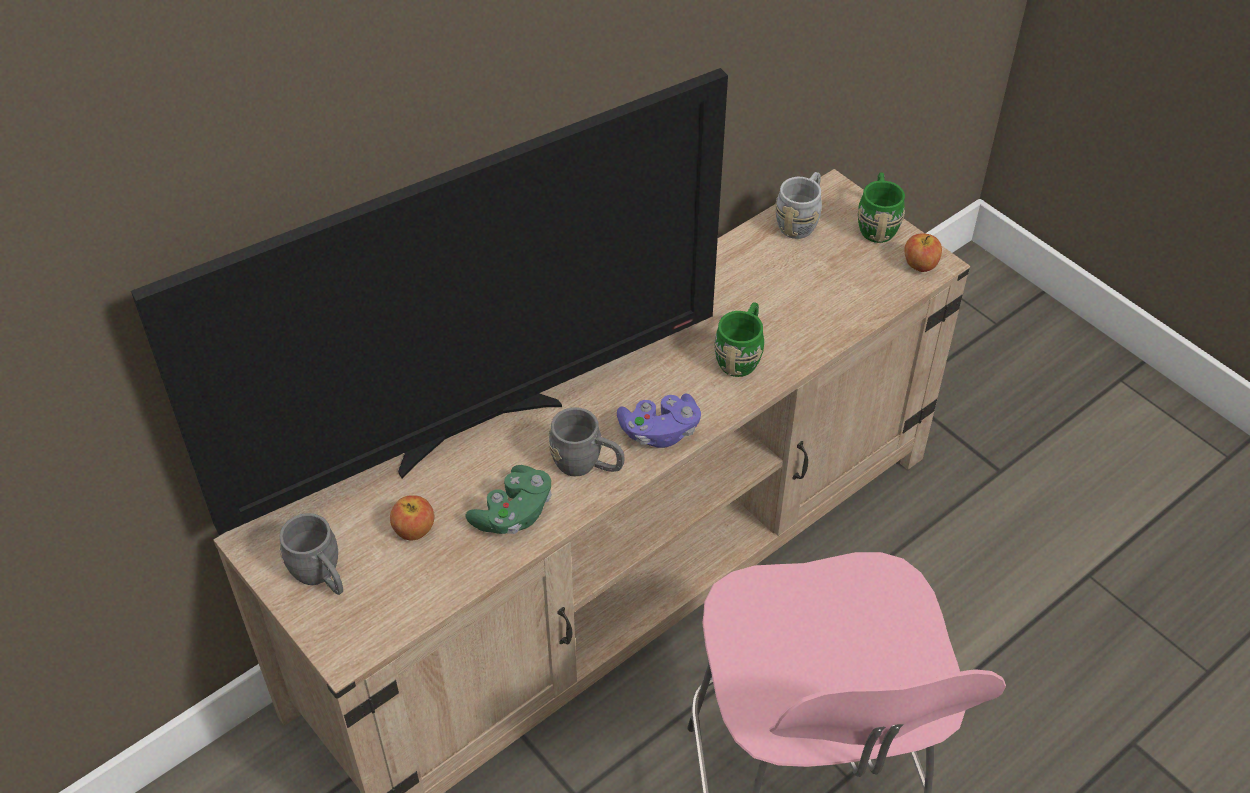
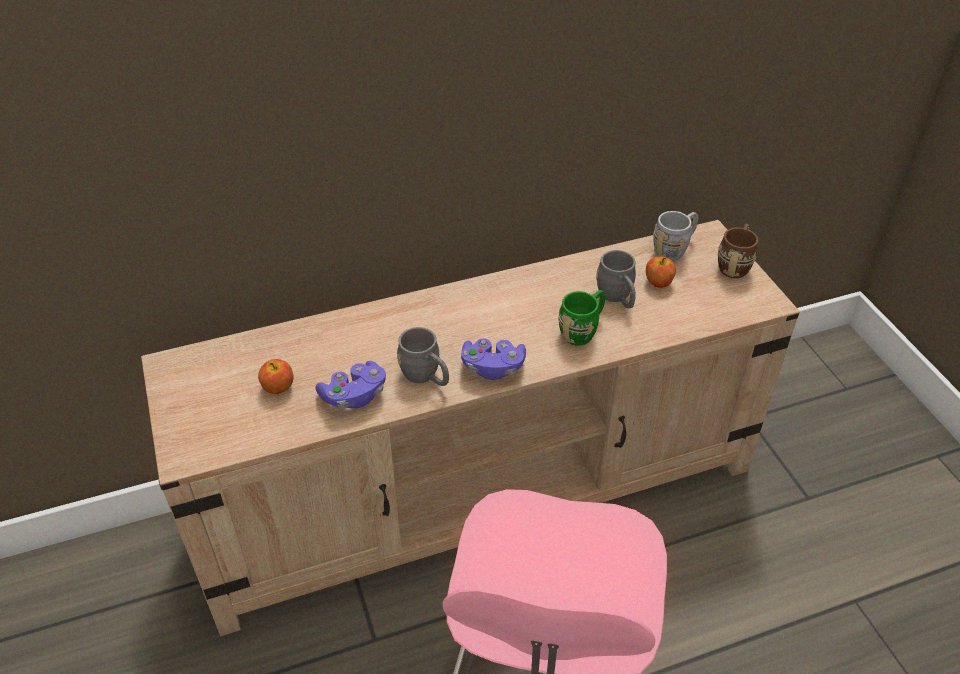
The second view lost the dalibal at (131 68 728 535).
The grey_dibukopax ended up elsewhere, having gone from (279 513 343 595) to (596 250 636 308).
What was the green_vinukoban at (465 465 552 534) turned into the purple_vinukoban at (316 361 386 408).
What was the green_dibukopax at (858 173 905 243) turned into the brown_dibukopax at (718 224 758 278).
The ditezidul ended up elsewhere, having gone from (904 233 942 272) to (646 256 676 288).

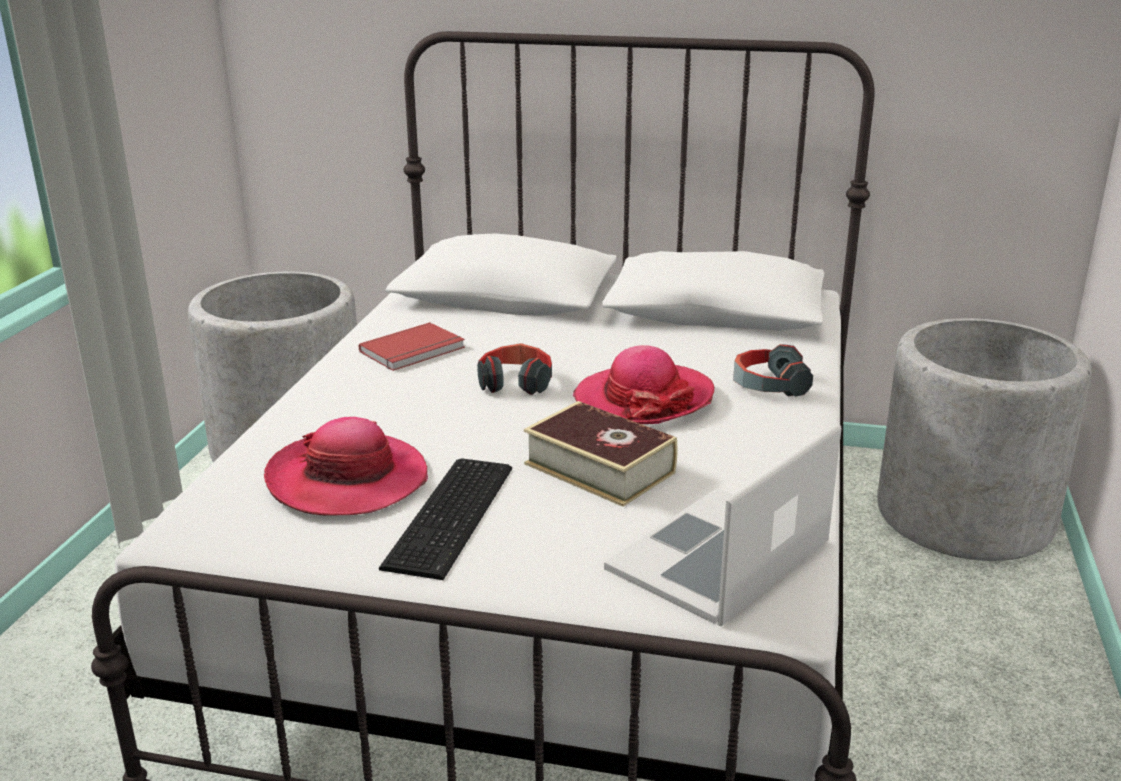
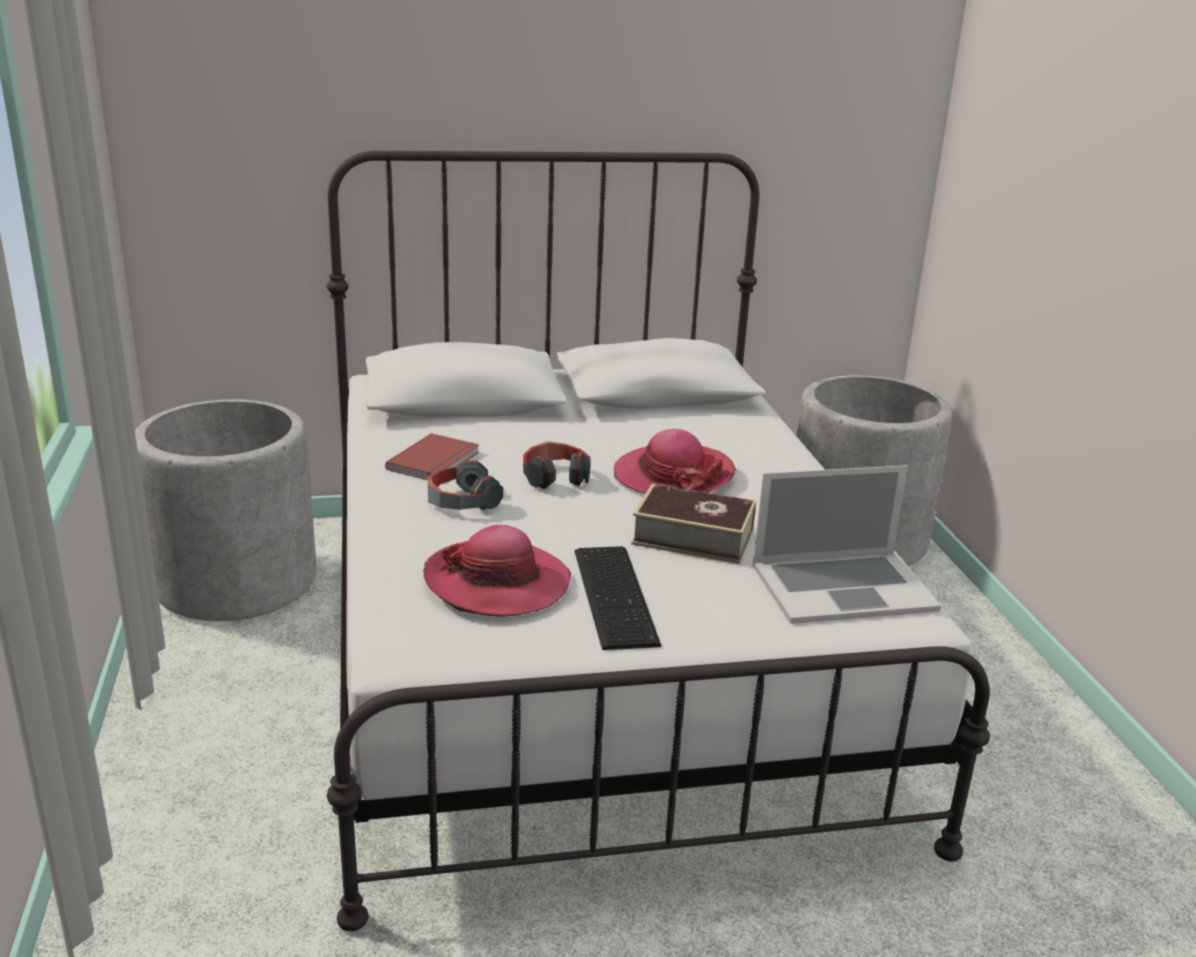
The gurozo at (604 424 841 626) ended up facing another way, 120 degrees counterclockwise from before.
The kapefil ended up elsewhere, having gone from (733 344 813 397) to (428 461 503 510).

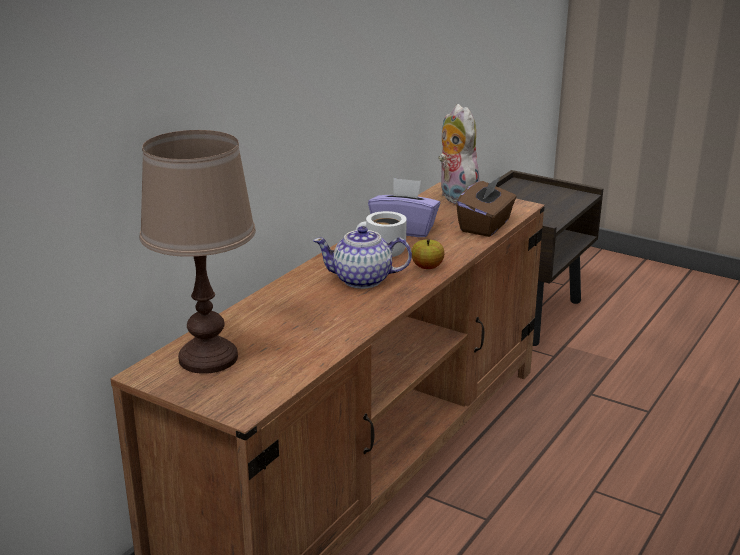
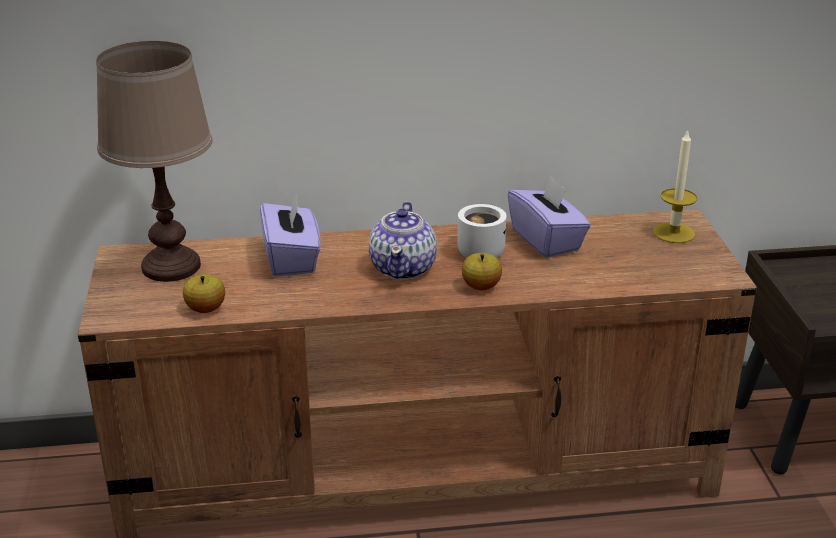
The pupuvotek at (313 226 412 289) ended up facing another way, 135 degrees counterclockwise from before.
Where the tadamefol stood at (438 104 480 204), the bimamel came to stand at (653 130 697 243).
The second view lost the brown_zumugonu at (456 176 517 237).
The second view gained the ditezidul at (183 274 225 313).
The second view gained the purple_zumugonu at (260 193 320 277).

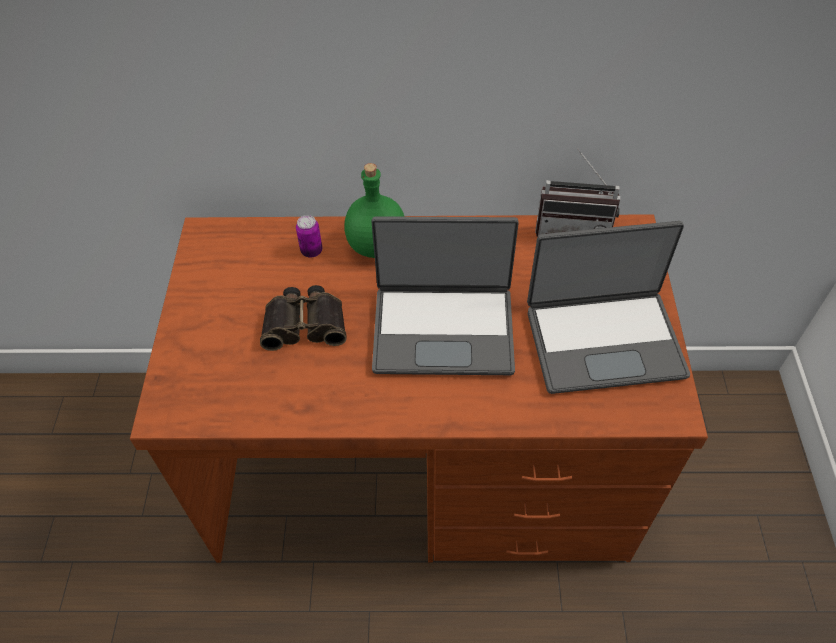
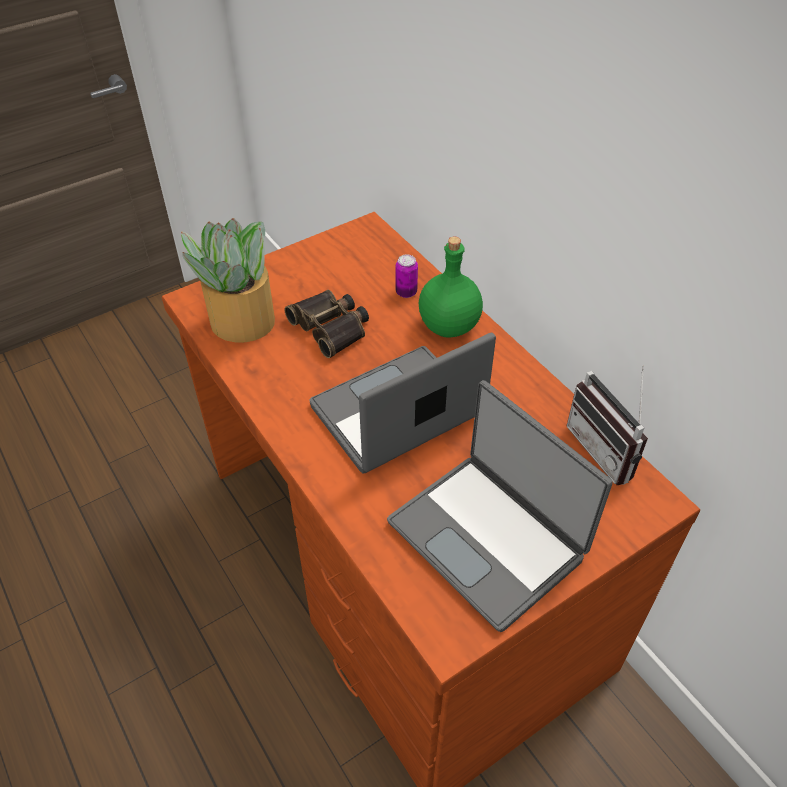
The gurozo at (372 216 519 375) ended up facing another way, 90 degrees clockwise from before.
The second view gained the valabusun at (181 218 275 342).

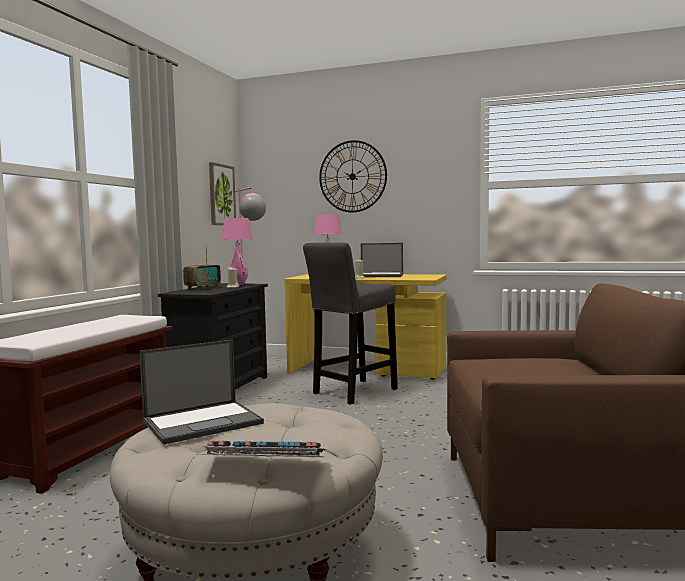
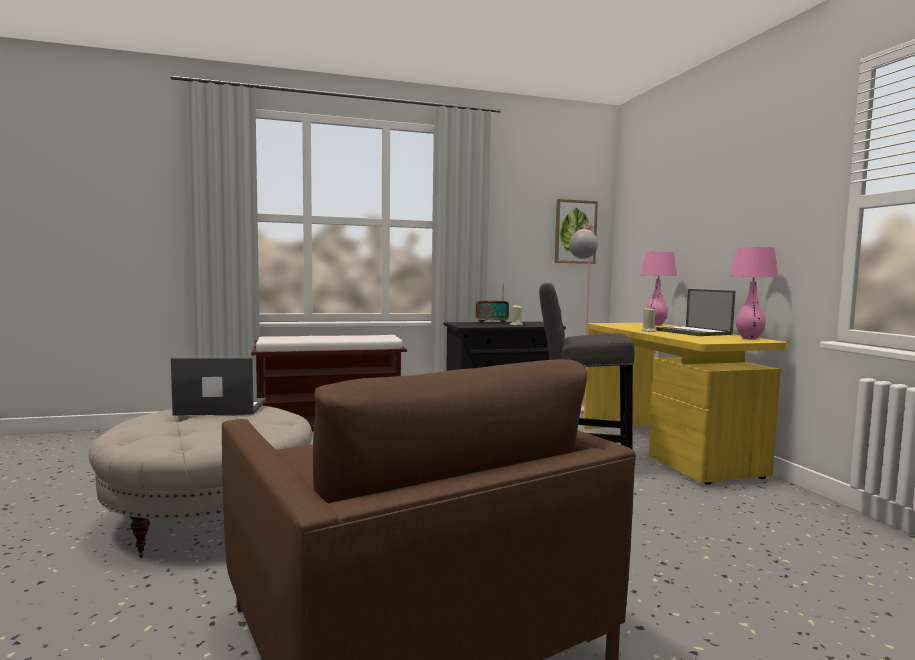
The gurozo at (140 340 264 445) ended up facing another way, 150 degrees clockwise from before.
The second view lost the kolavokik at (198 440 326 457).
The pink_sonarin ended up elsewhere, having gone from (221 218 253 285) to (730 247 778 339).
The second view lost the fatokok at (319 140 387 212).

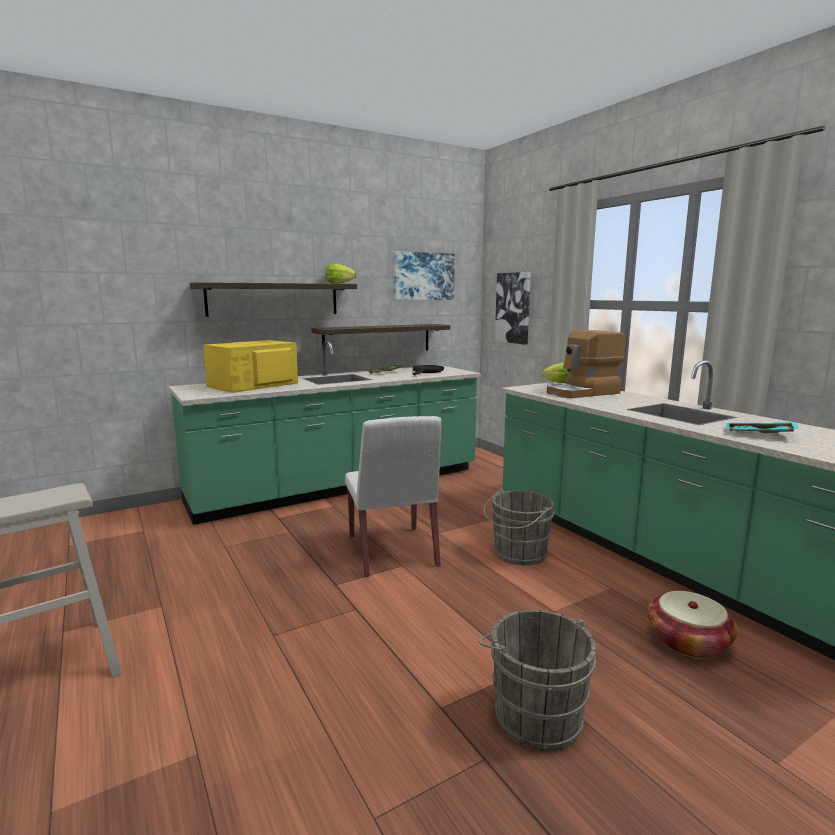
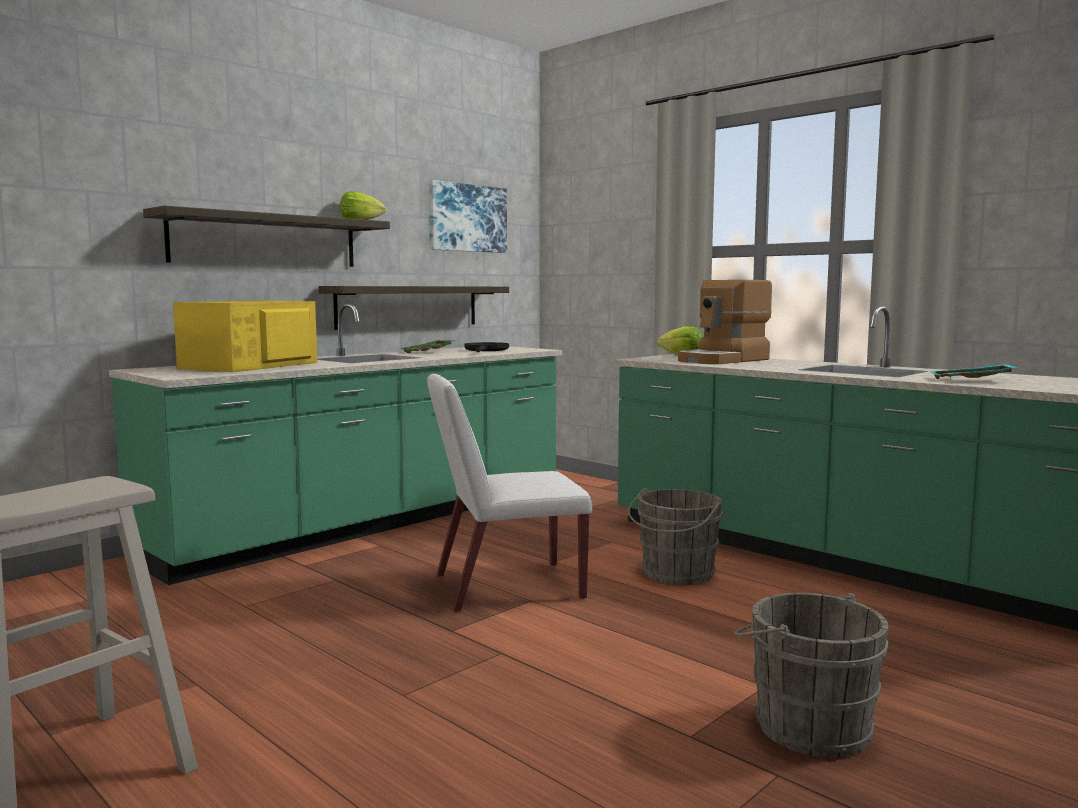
The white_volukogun at (345 416 441 577) ended up facing another way, 105 degrees clockwise from before.
The second view lost the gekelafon at (495 272 531 345).
The second view lost the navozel at (648 591 738 658).

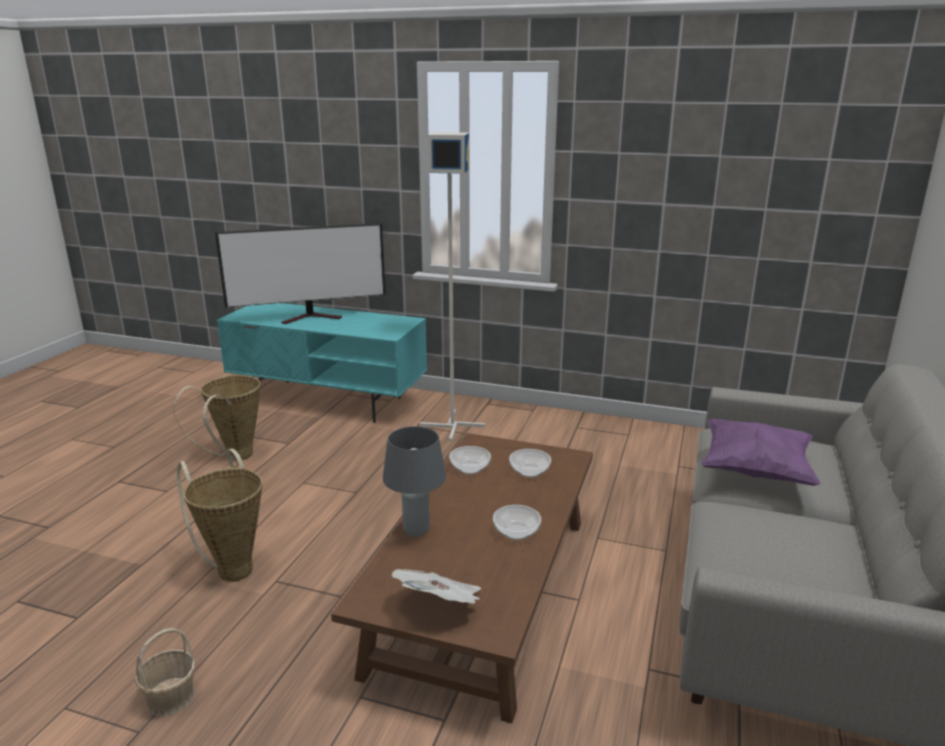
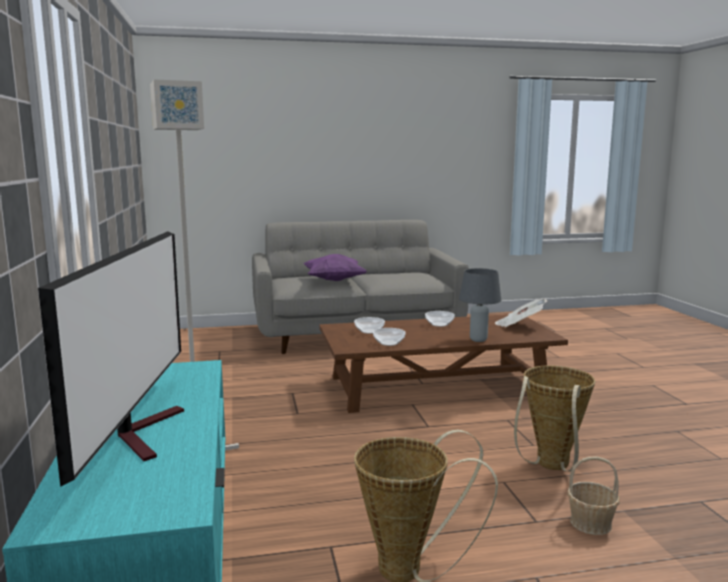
The navozel ended up elsewhere, having gone from (135 628 195 716) to (567 456 620 535).
The dalibal at (215 223 385 324) ended up facing another way, 45 degrees clockwise from before.

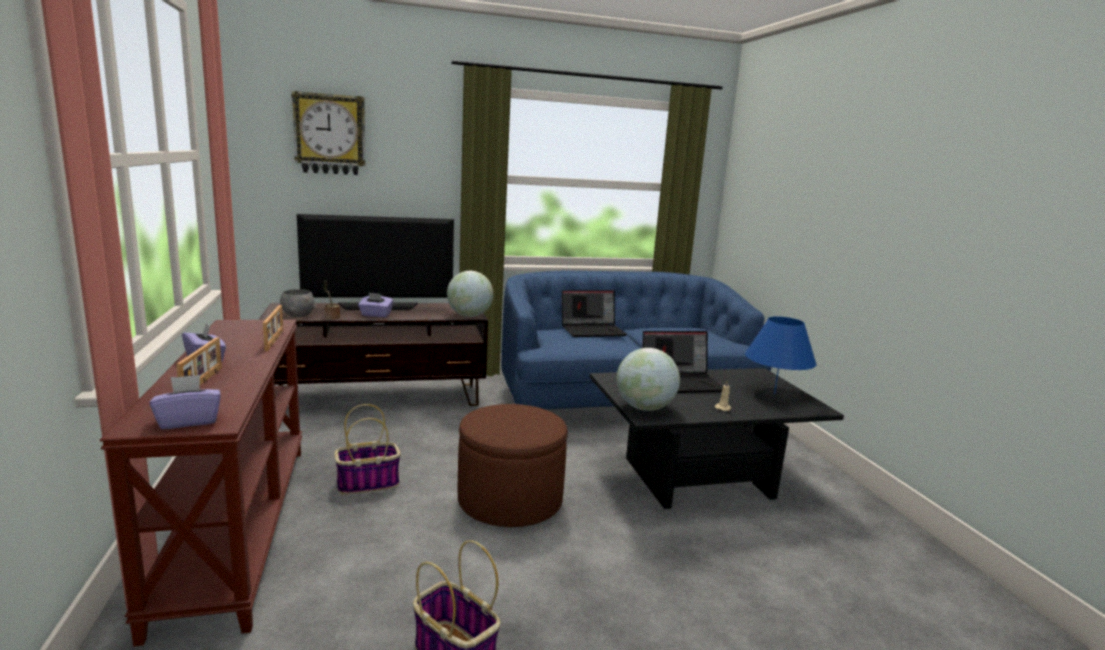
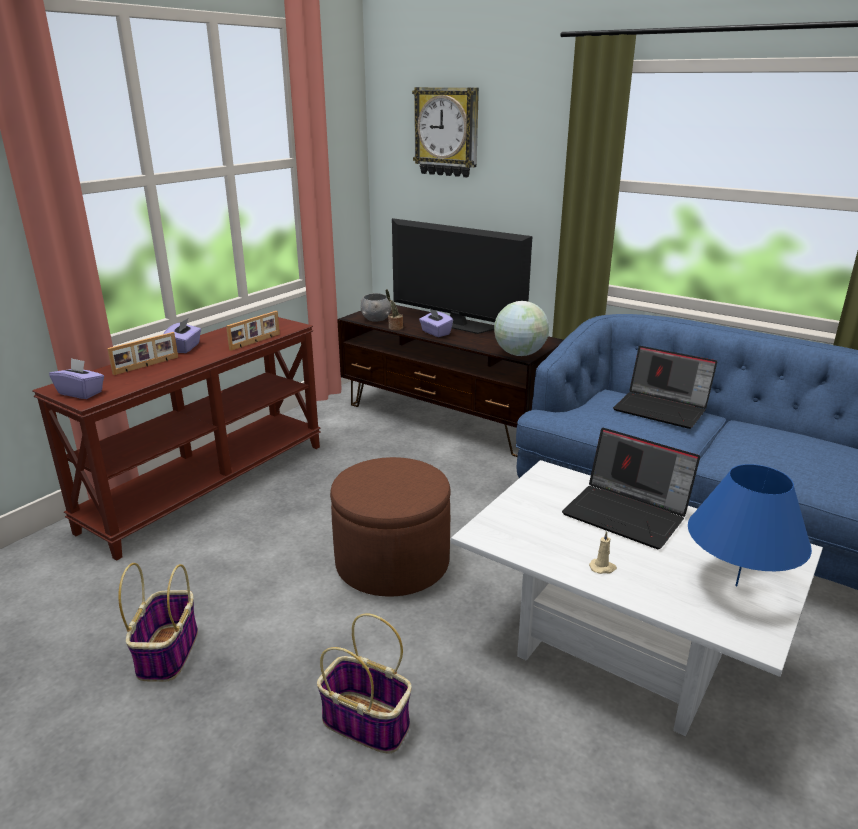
The navozel ended up elsewhere, having gone from (335 404 401 495) to (317 613 412 754).
What was the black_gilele at (590 368 844 509) turned into the white_gilele at (451 460 823 736).
The second view lost the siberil at (617 348 680 411).

